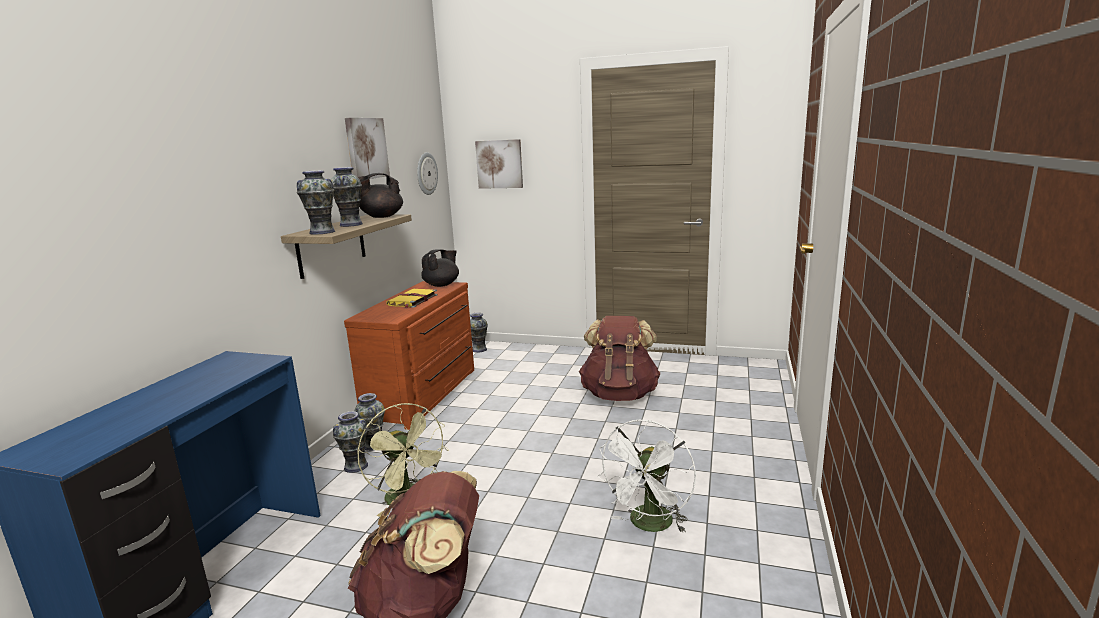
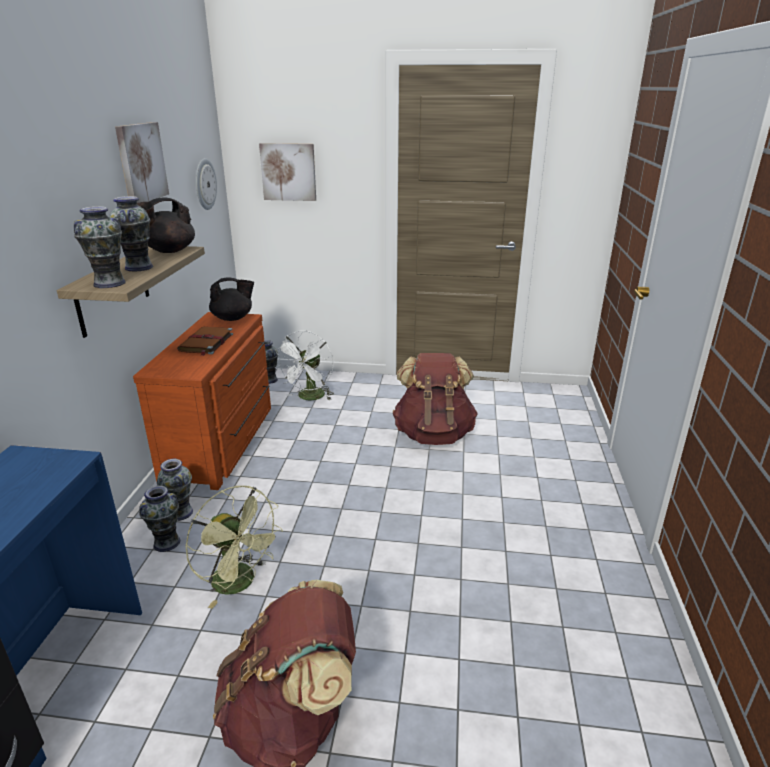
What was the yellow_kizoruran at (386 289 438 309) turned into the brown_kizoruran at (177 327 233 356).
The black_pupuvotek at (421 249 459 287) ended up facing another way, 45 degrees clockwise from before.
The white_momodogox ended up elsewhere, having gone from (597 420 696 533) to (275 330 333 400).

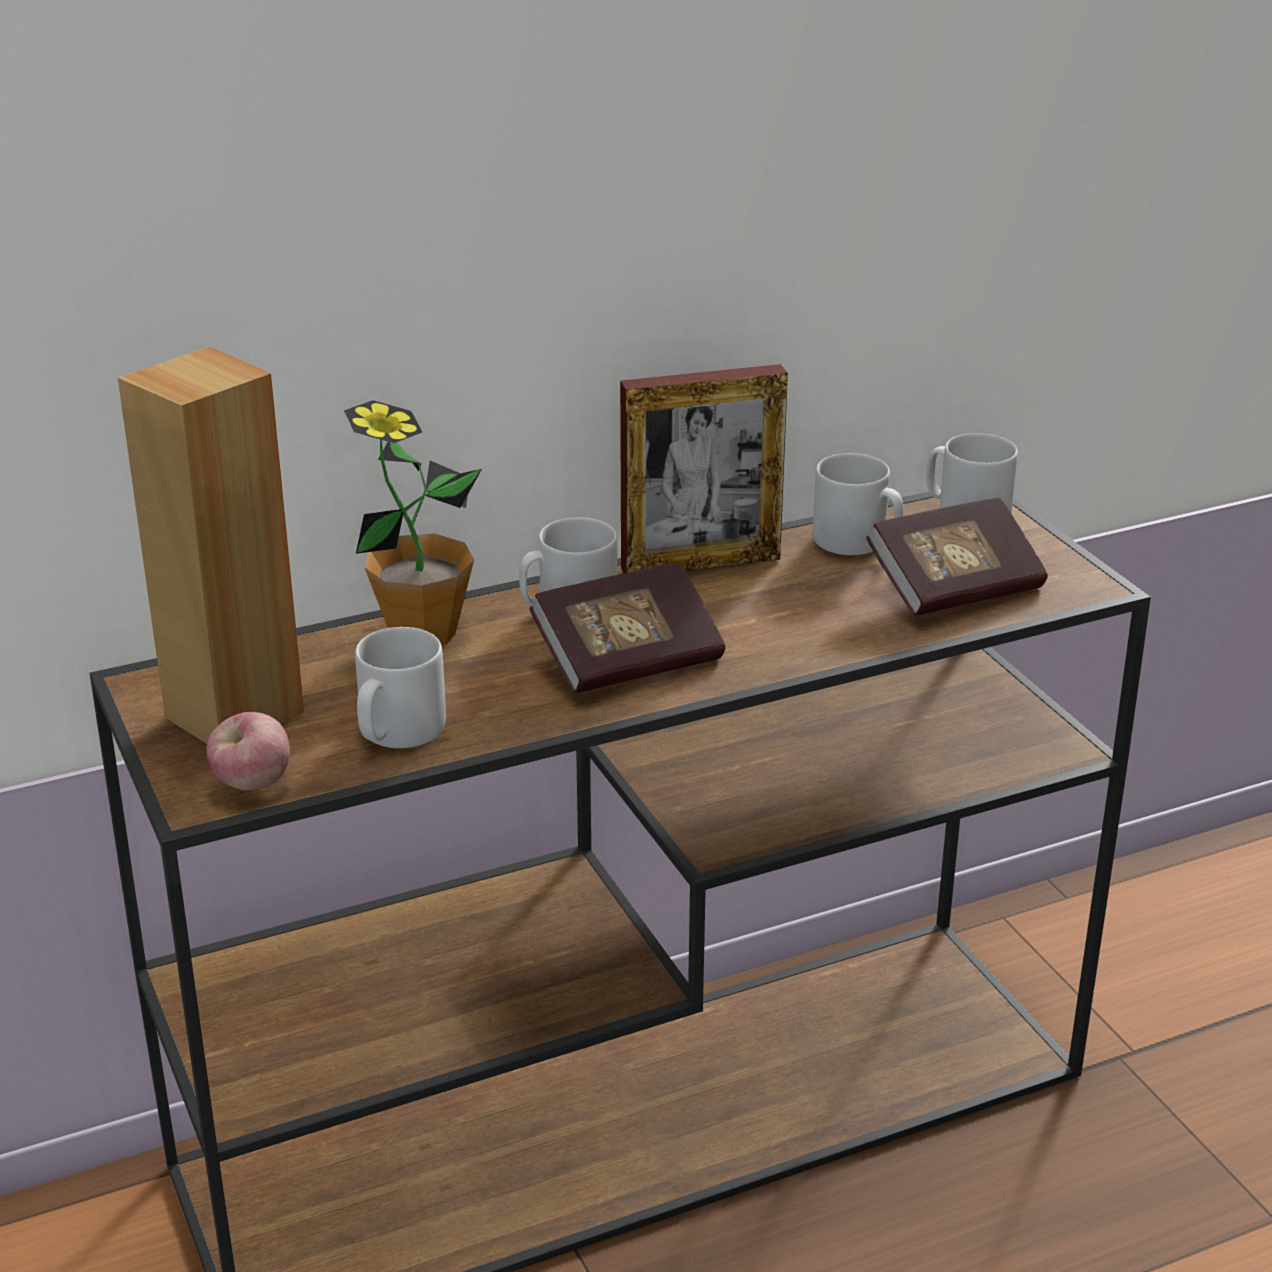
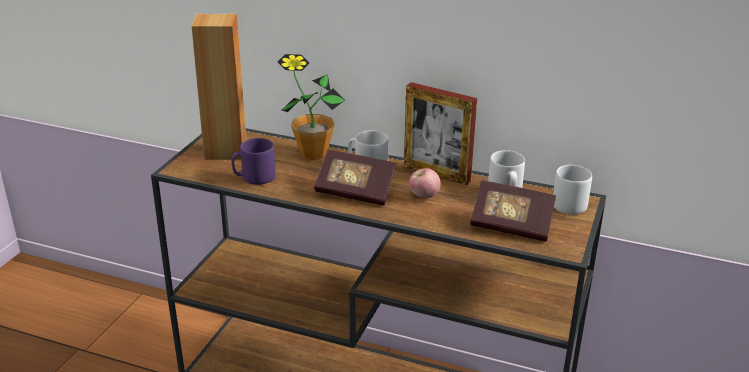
The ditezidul ended up elsewhere, having gone from (206 712 290 791) to (409 168 441 198).
What was the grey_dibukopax at (355 627 446 748) turned into the purple_dibukopax at (231 138 276 185).

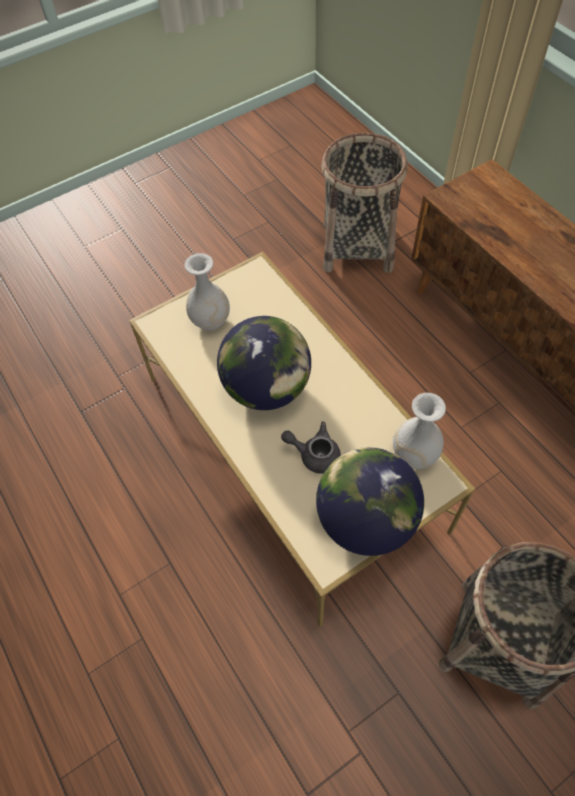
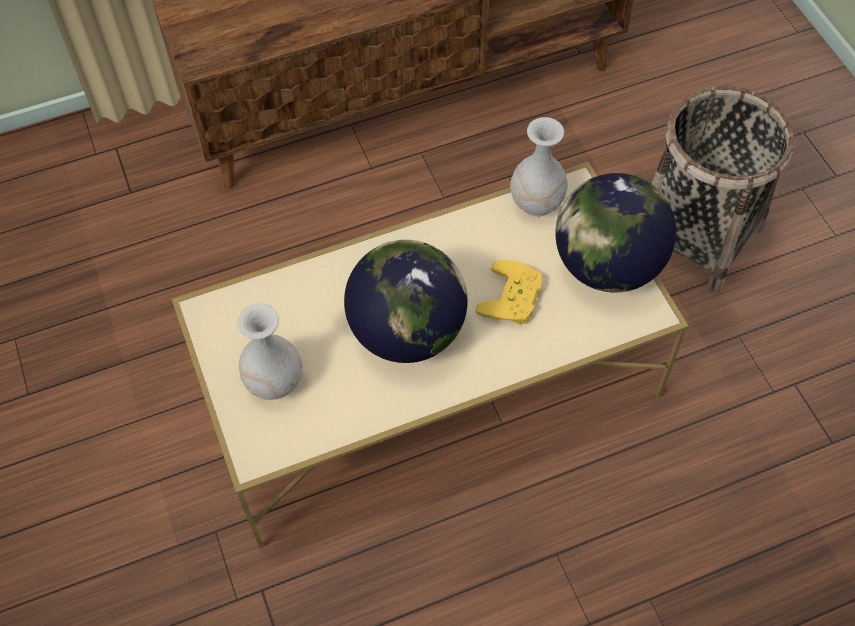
Where the grey_pupuvotek stood at (281 422 341 474), the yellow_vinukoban came to stand at (475 260 542 325).
The second view lost the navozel at (321 132 408 273).

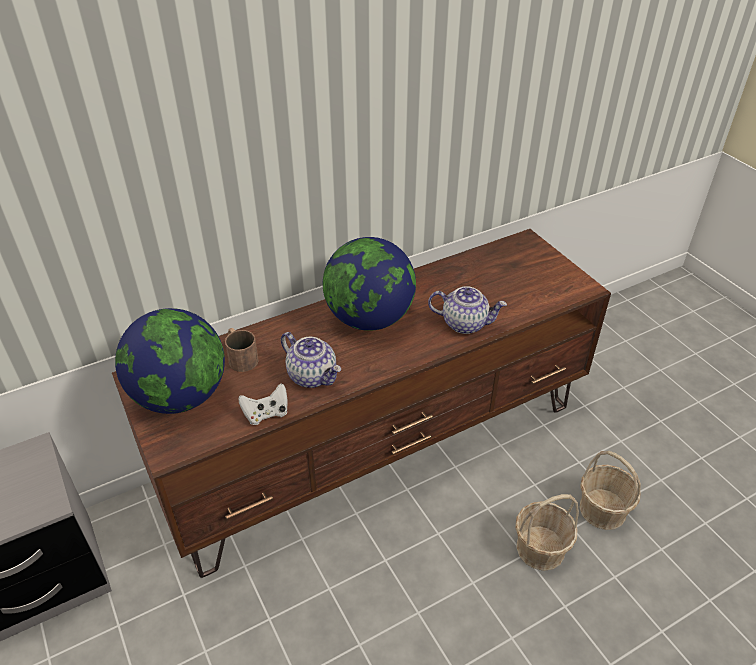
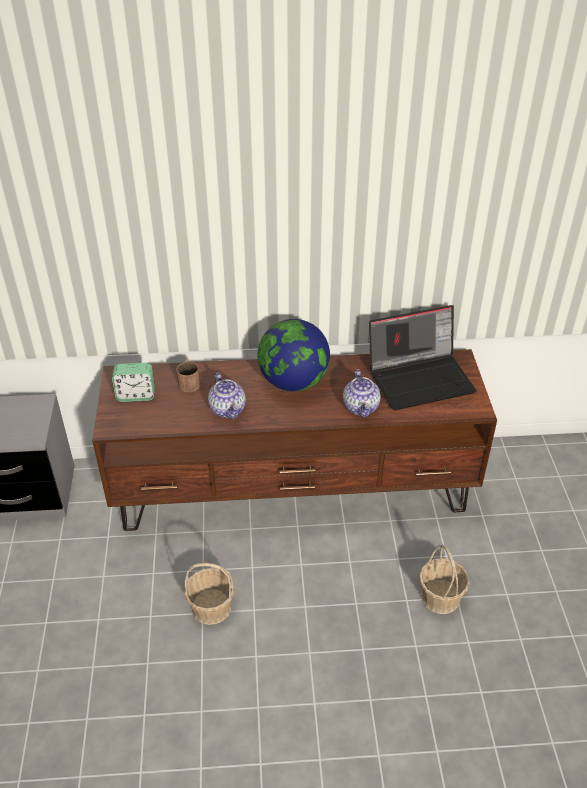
Where the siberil stood at (115 308 225 414), the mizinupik came to stand at (112 363 155 402).
The second view lost the white_vinukoban at (238 383 288 425).
The pupuvotek at (428 286 507 334) ended up facing another way, 45 degrees clockwise from before.
The navozel ended up elsewhere, having gone from (515 494 579 571) to (184 563 234 625).
The second view gained the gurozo at (369 305 477 410).

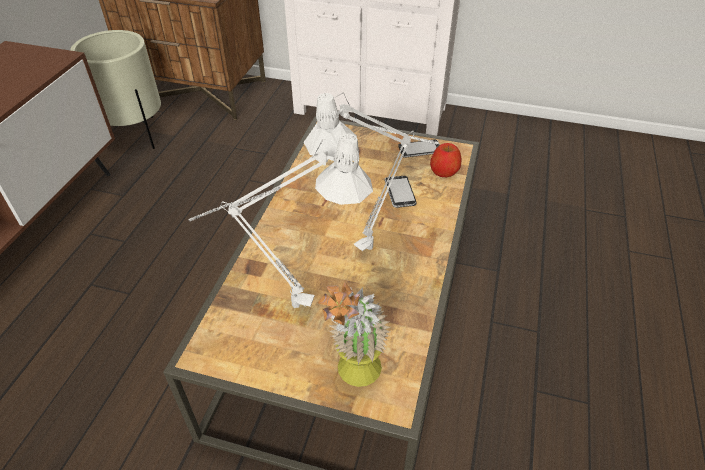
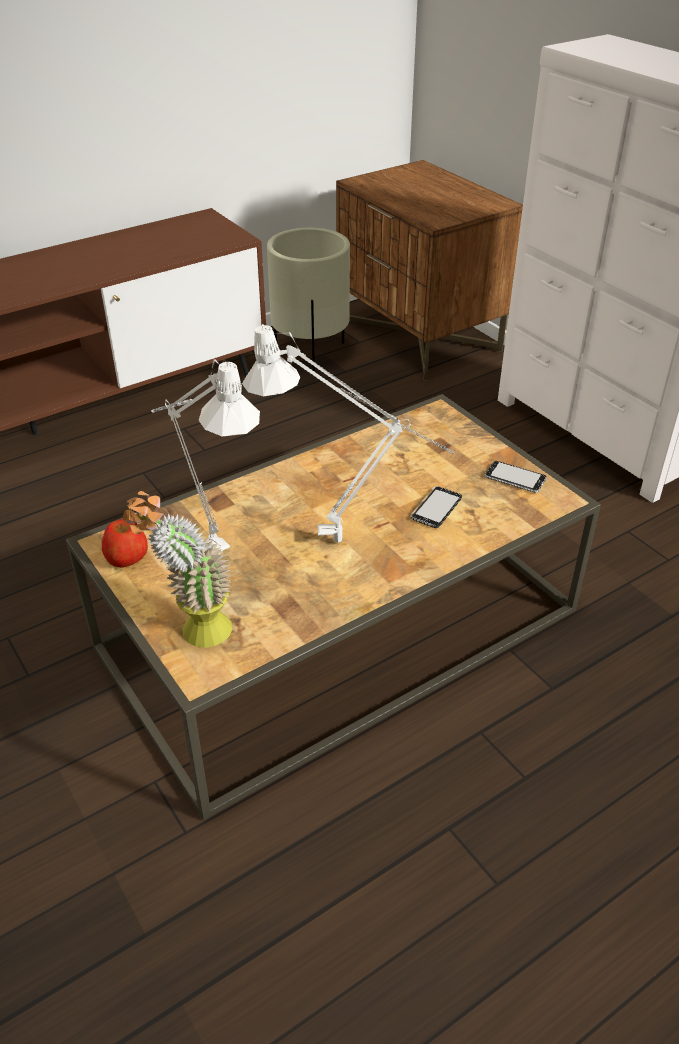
The ditezidul ended up elsewhere, having gone from (430 143 462 177) to (102 519 148 568).

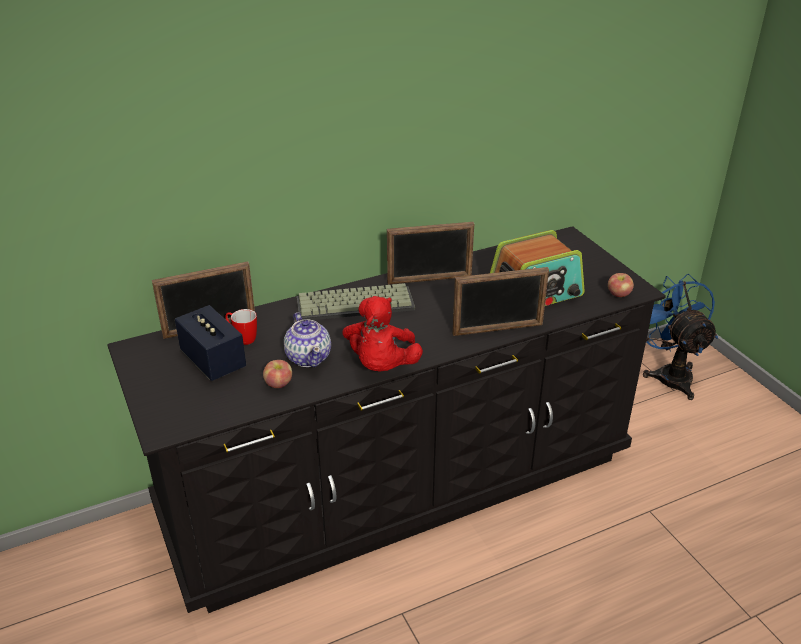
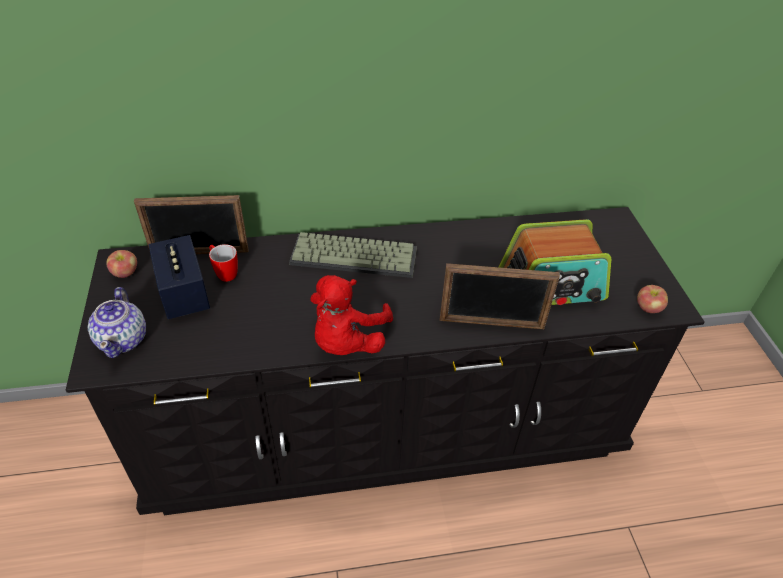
The ditezidul ended up elsewhere, having gone from (263 360 292 388) to (106 250 137 278).
The pupuvotek ended up elsewhere, having gone from (284 312 331 367) to (88 287 146 358).
The second view lost the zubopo at (387 222 474 284).
The second view lost the blue_momodogox at (643 274 718 400).

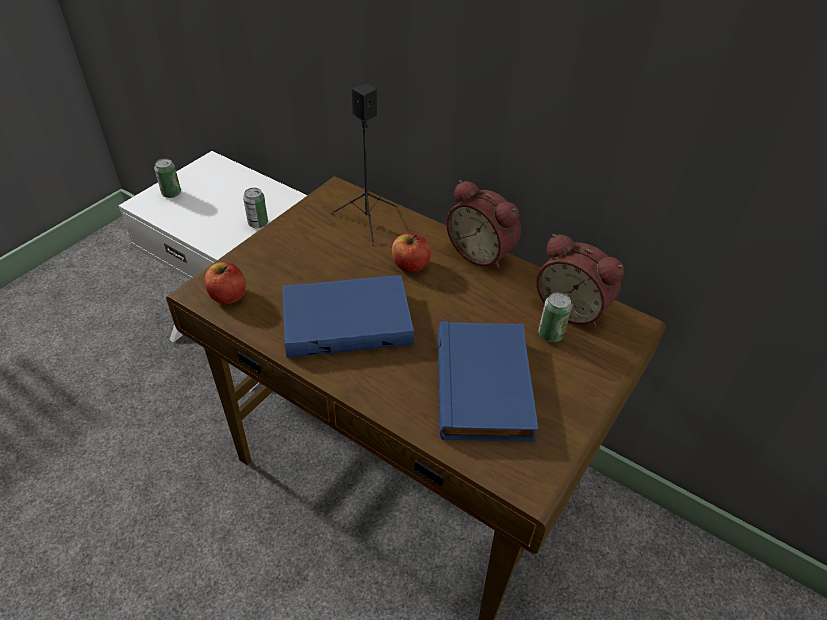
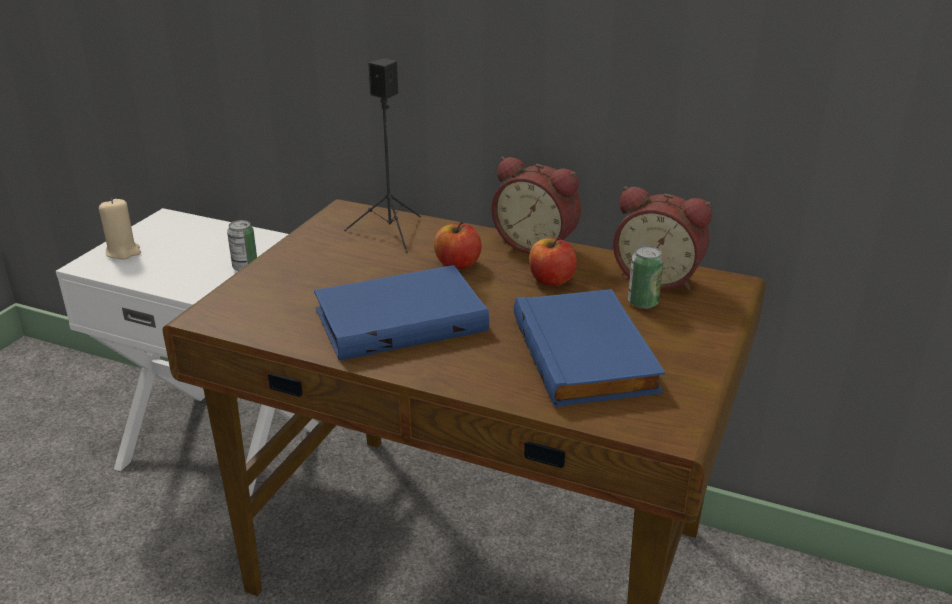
Where the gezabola stood at (154 158 181 198), the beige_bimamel came to stand at (99 198 141 260).
The ditezidul ended up elsewhere, having gone from (205 262 246 304) to (529 237 577 286).

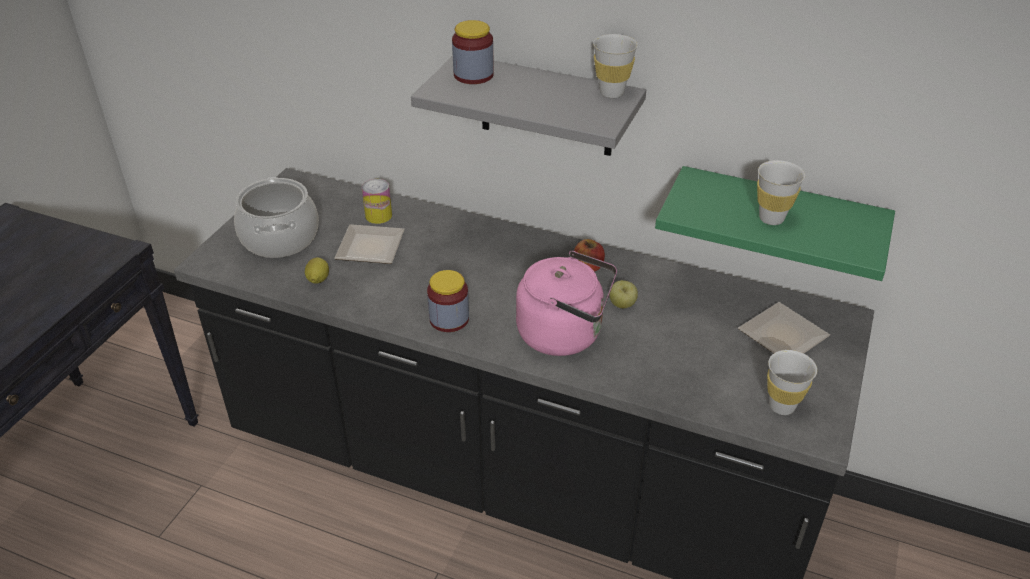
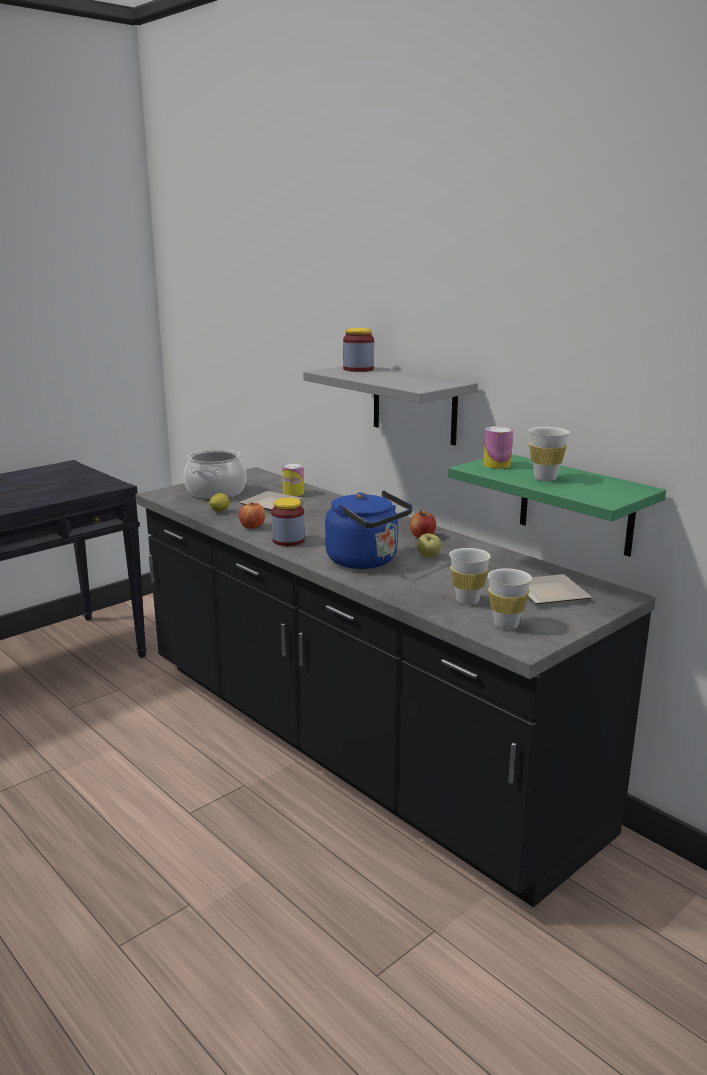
What was the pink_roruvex at (516 251 617 356) turned into the blue_roruvex at (325 490 413 569).
The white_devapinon ended up elsewhere, having gone from (593 34 638 98) to (449 548 491 605).
The second view gained the ditezidul at (239 502 265 529).
The second view gained the gezabola at (483 426 513 469).

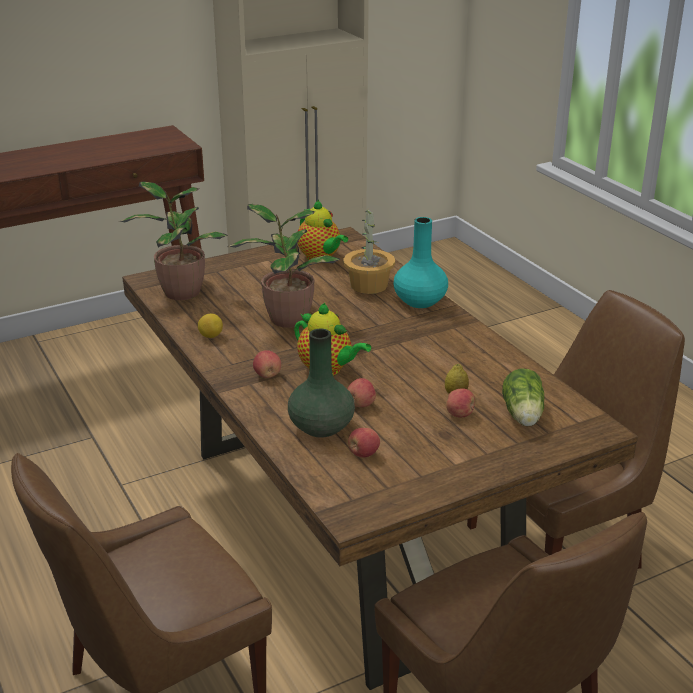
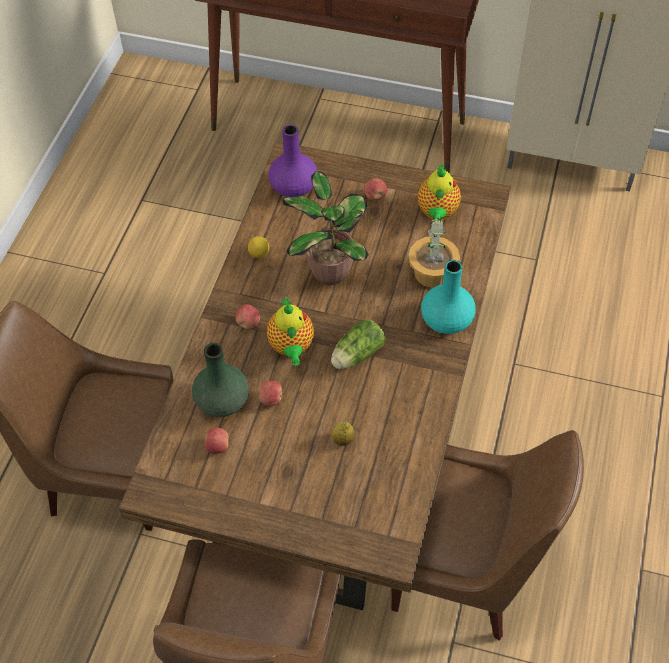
Where the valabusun stood at (119 181 228 300), the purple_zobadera came to stand at (268 125 317 197).
The ditezidul ended up elsewhere, having gone from (446 388 475 418) to (364 178 387 200).
The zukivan ended up elsewhere, having gone from (502 368 544 426) to (331 320 386 369).

